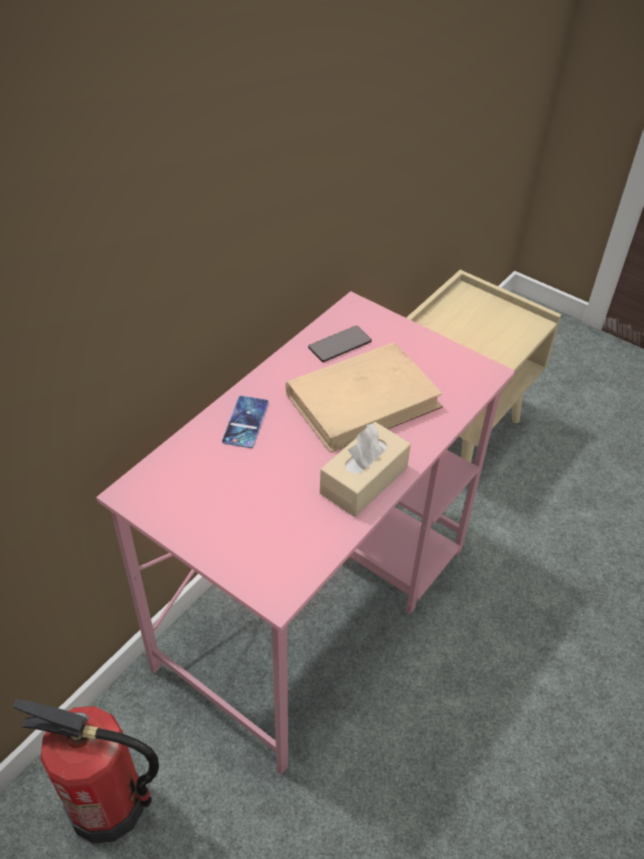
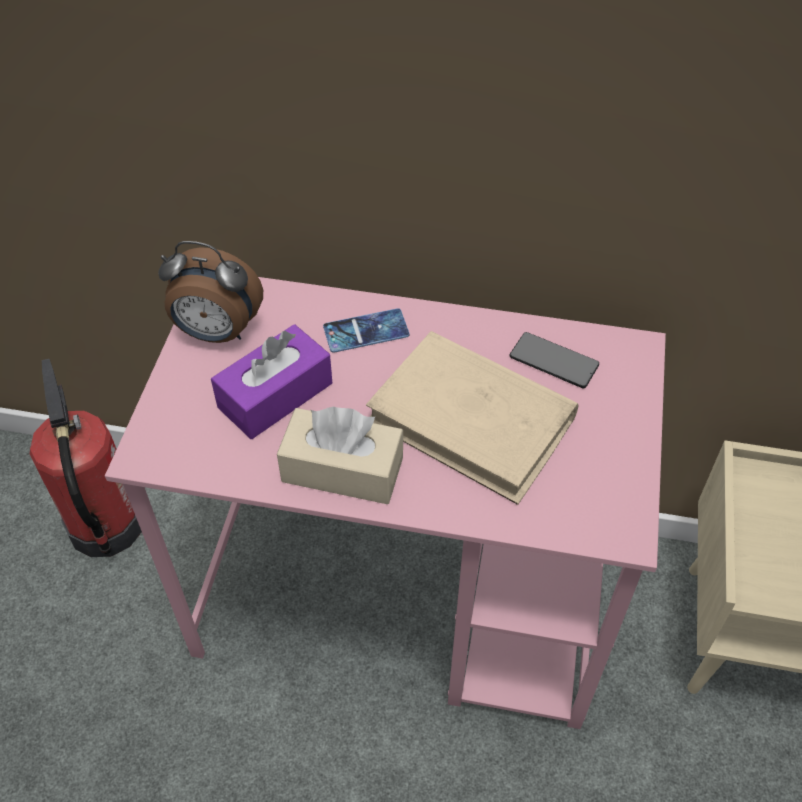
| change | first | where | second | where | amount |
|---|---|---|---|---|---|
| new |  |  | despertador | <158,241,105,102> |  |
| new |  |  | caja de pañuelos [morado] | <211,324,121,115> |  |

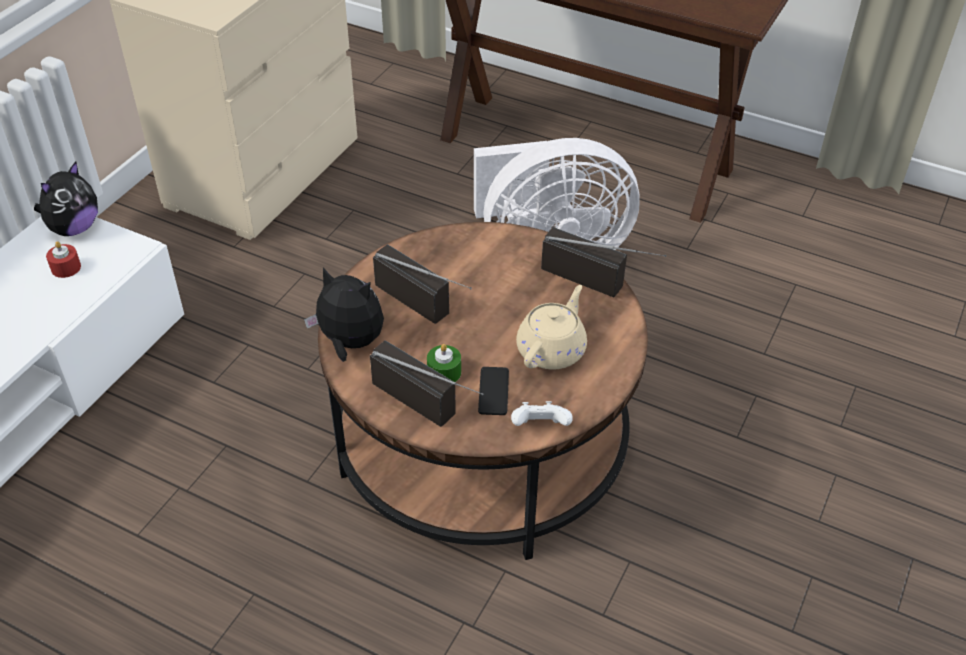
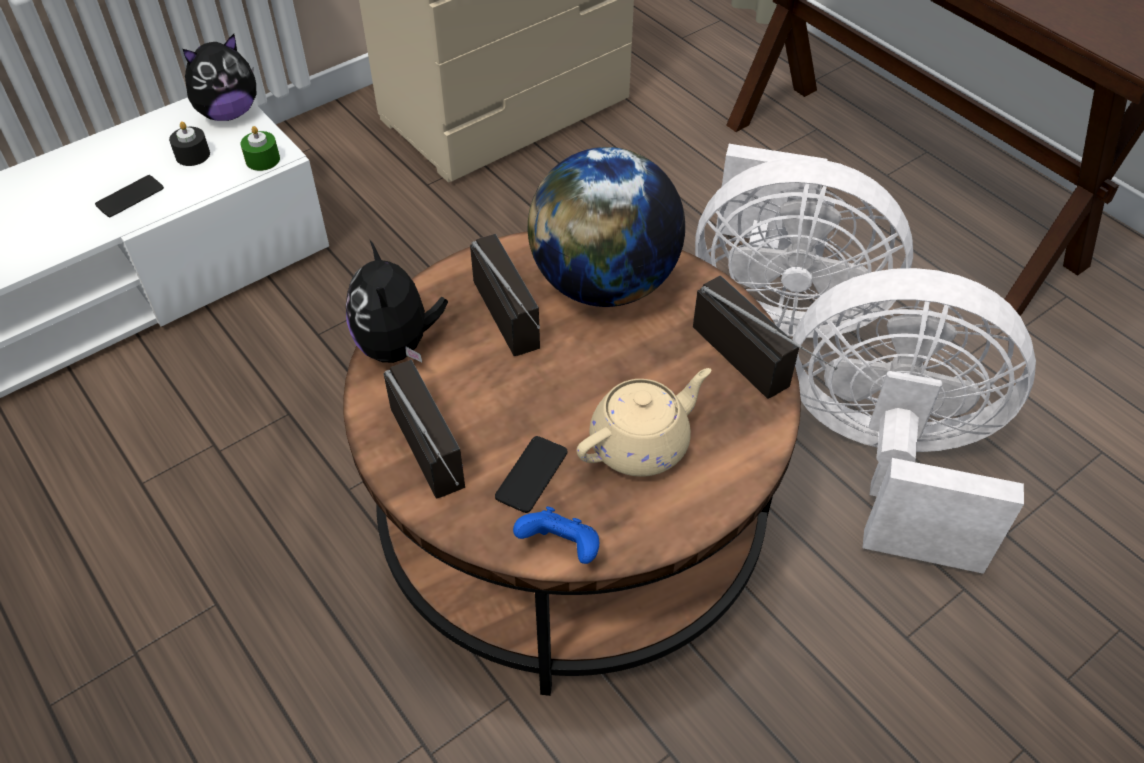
| change | first | where | second | where | amount |
|---|---|---|---|---|---|
| new |  |  | móvil | <95,175,69,42> |  |
| repainted | vela [rojo] | <46,241,35,37> | vela [negro] | <169,121,41,45> |  |
| shifted | vela [verde] | <427,344,34,38> |  | <240,126,40,45> |  |
| rotated | peluche | <304,267,80,95> |  | <346,239,102,124> | 150 degrees counterclockwise |
| repainted | mando de consola [blanco] | <511,401,62,25> | mando de consola [azul] | <513,507,86,57> |  |
| new |  |  | globo terráqueo | <528,147,157,160> |  |
| new |  |  | ventilador [blanco] | <792,268,244,306> |  |

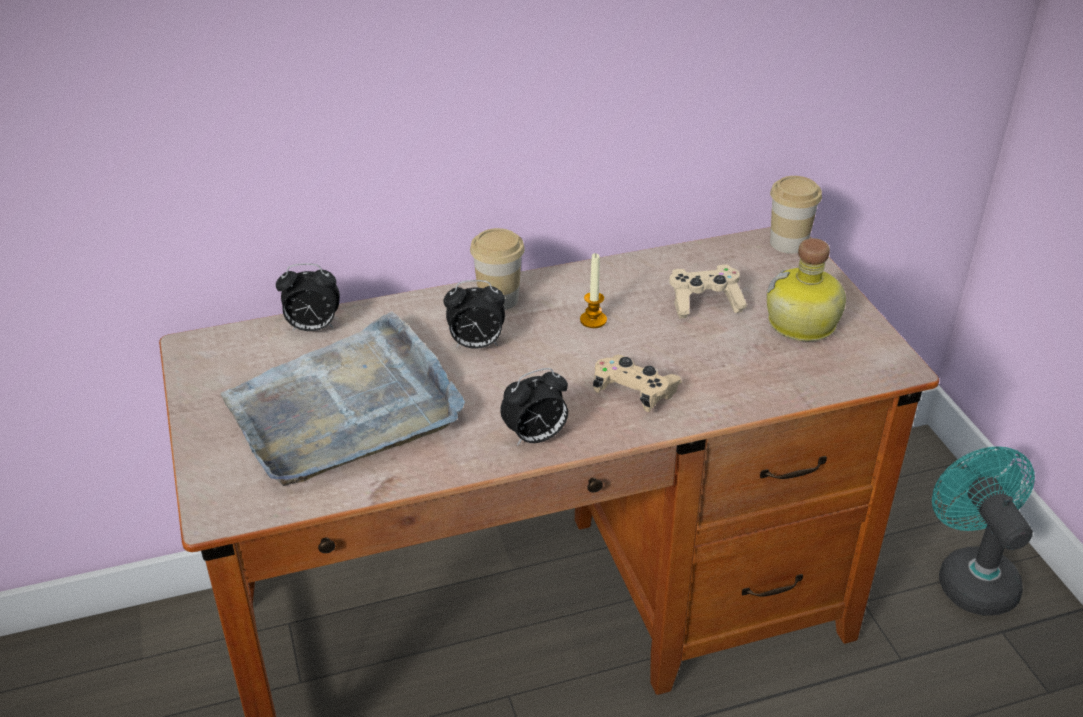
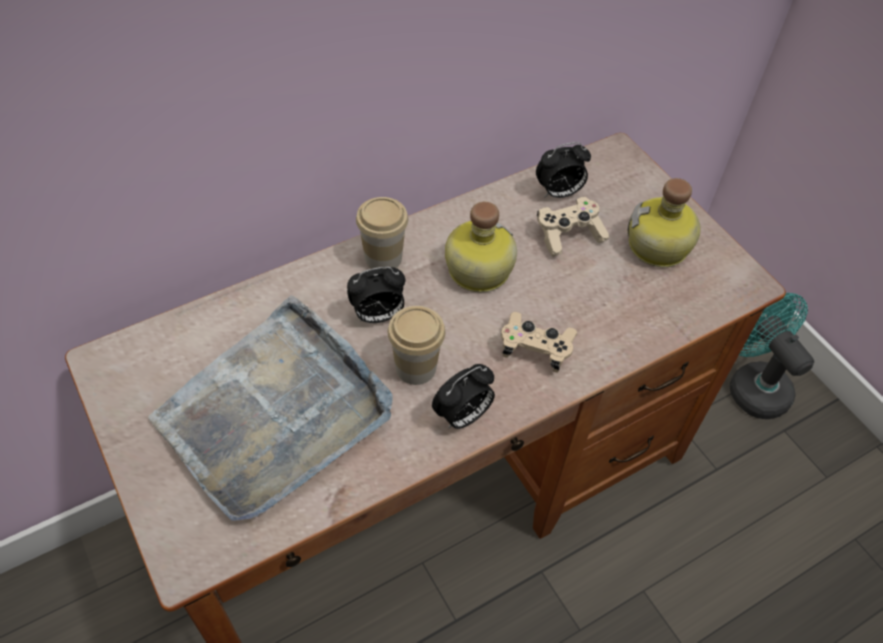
| change | first | where | second | where | amount |
|---|---|---|---|---|---|
| shifted | taza | <770,176,52,78> |  | <388,306,57,79> |  |
| swapped | vela | <580,253,27,75> | botella | <445,202,72,90> |  |
| shifted | despertador | <276,263,64,68> |  | <536,142,55,56> |  |

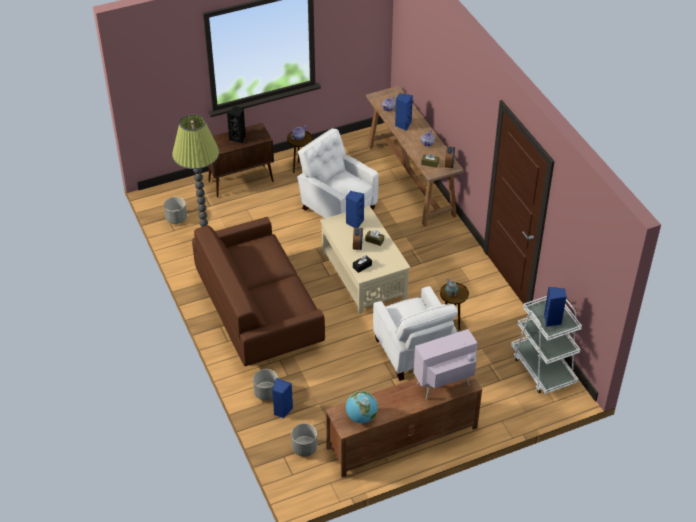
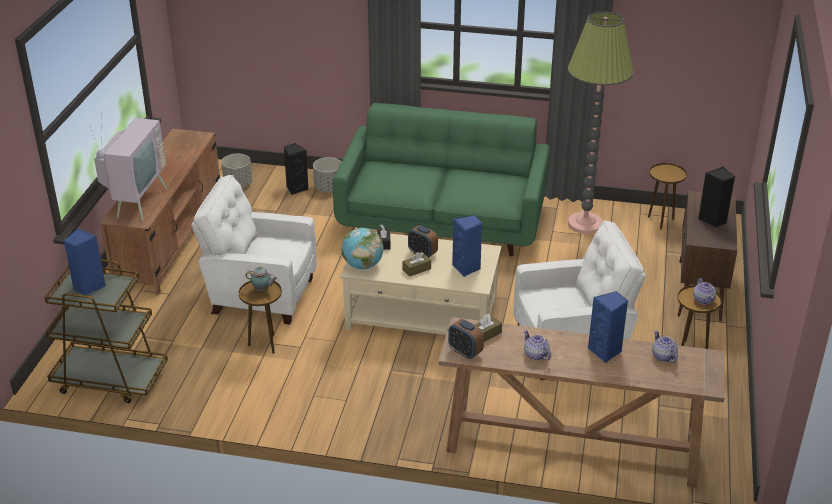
| change | first | where | second | where | amount |
|---|---|---|---|---|---|
| repainted | carrito [blanco] | <511,296,71,98> | carrito [marrón] | <44,259,124,144> |  |
| repainted | altavoz [azul] | <272,378,21,40> | altavoz [negro] | <284,143,24,52> |  |
| repainted | sofá [marrón] | <192,217,133,149> | sofá [verde] | <333,103,217,153> |  |
| shifted | globo terráqueo | <346,391,32,32> |  | <342,228,42,41> |  |
| swapped | maceta [gris] | <164,197,23,27> | mesa auxiliar [marrón] | <648,163,39,67> |  |

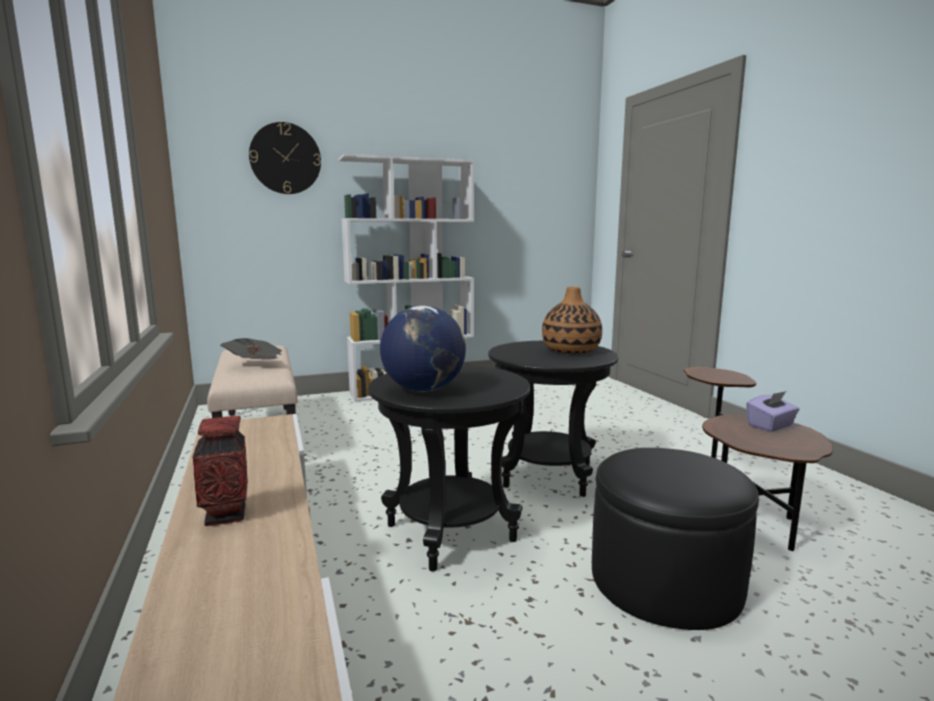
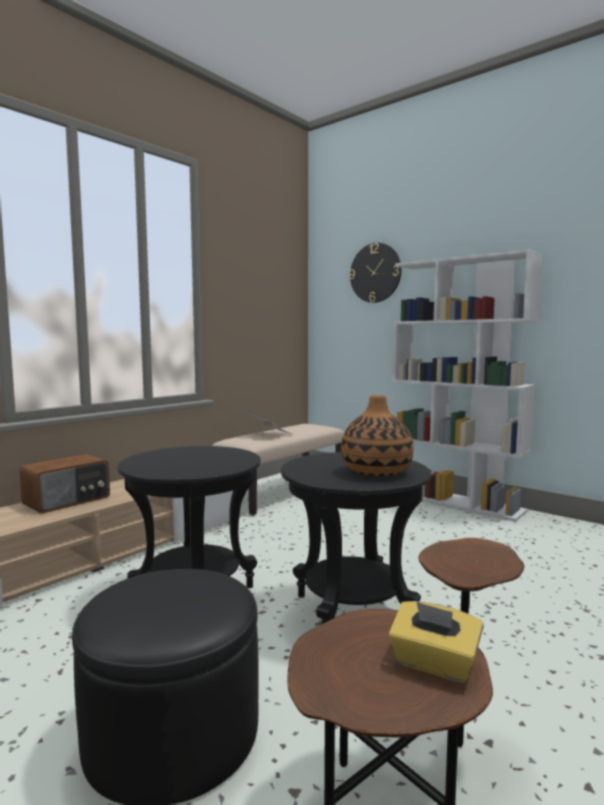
| change | first | where | second | where | amount |
|---|---|---|---|---|---|
| swapped | florero | <192,416,56,110> | radio | <19,454,91,59> |  |
| repainted | caja de pañuelos [morado] | <746,391,53,41> | caja de pañuelos [amarillo] | <389,601,95,82> |  |
| gone | globo terráqueo | <380,306,86,86> |  |  |  |

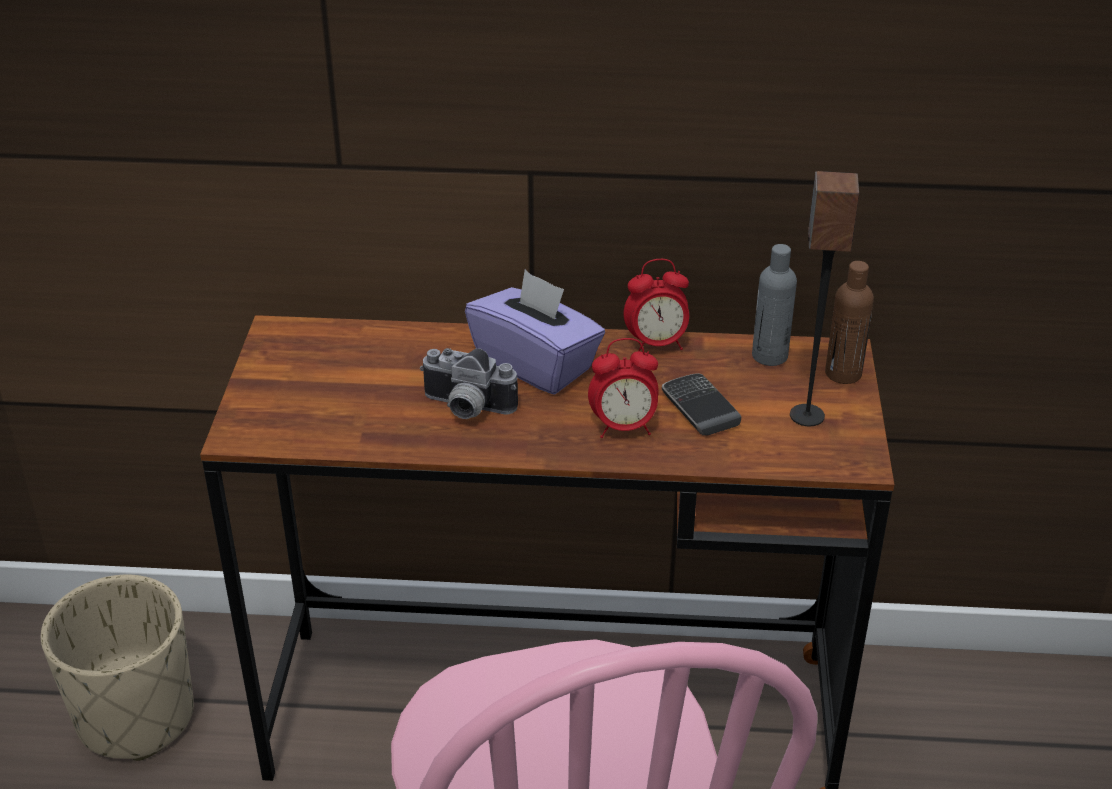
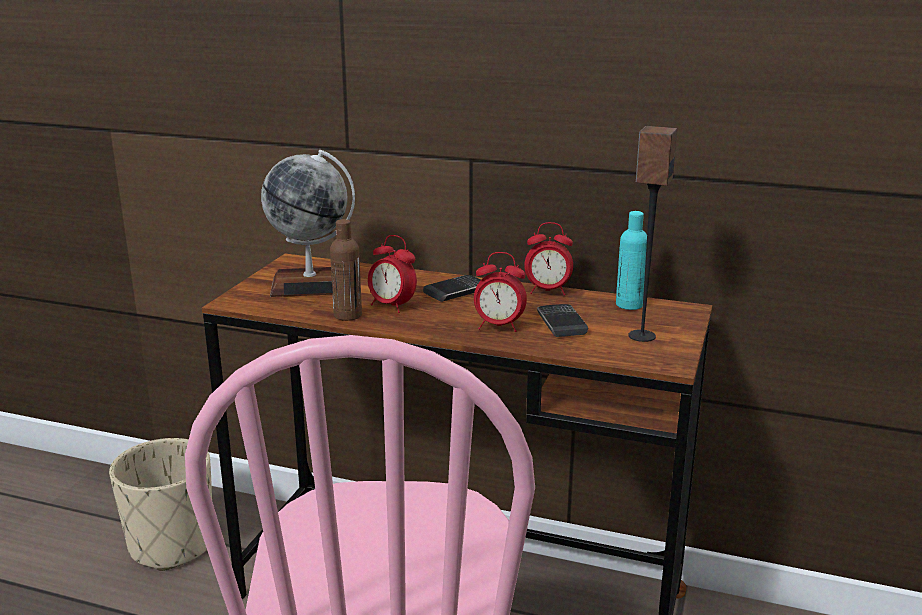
| change | first | where | second | where | amount |
|---|---|---|---|---|---|
| new |  |  | globo terráqueo | <261,150,94,147> |  |
| shifted | botella [marrón] | <825,261,49,123> |  | <330,219,32,102> |  |
| swapped | cámara | <420,348,98,71> | despertador | <368,235,49,78> |  |
| swapped | caja de pañuelos [morado] | <465,270,140,125> | móvil | <423,275,58,27> |  |
| repainted | botella [gris] | <752,244,45,122> | botella [turquesa] | <616,211,31,99> |  |

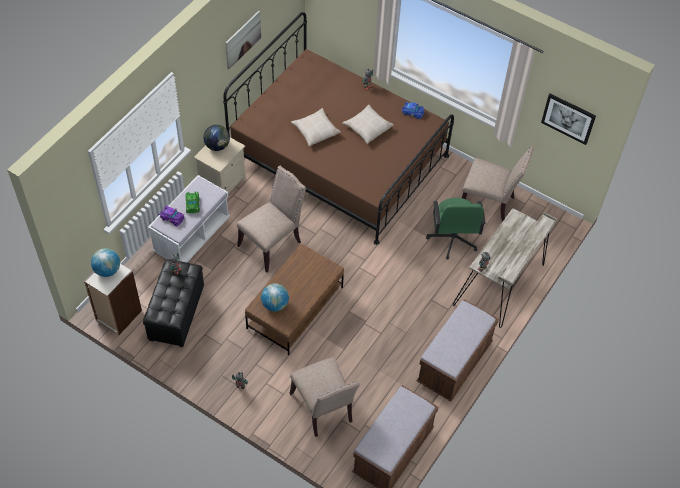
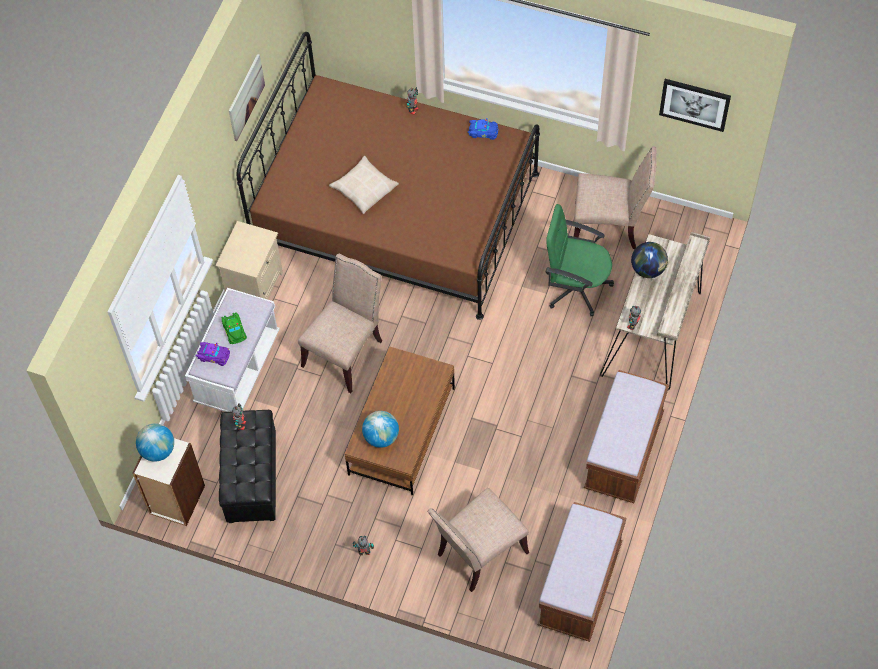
| change | first | where | second | where | amount |
|---|---|---|---|---|---|
| rotated | silla [beis] | <290,357,69,80> |  | <427,488,102,104> | 90 degrees clockwise |
| rotated | silla de oficina [verde] | <426,197,59,63> |  | <545,204,69,112> | 120 degrees clockwise |
| shifted | globo terráqueo | <203,125,27,26> |  | <631,242,37,36> |  |
| gone | cojín [beis] | <342,104,52,40> |  |  |  |

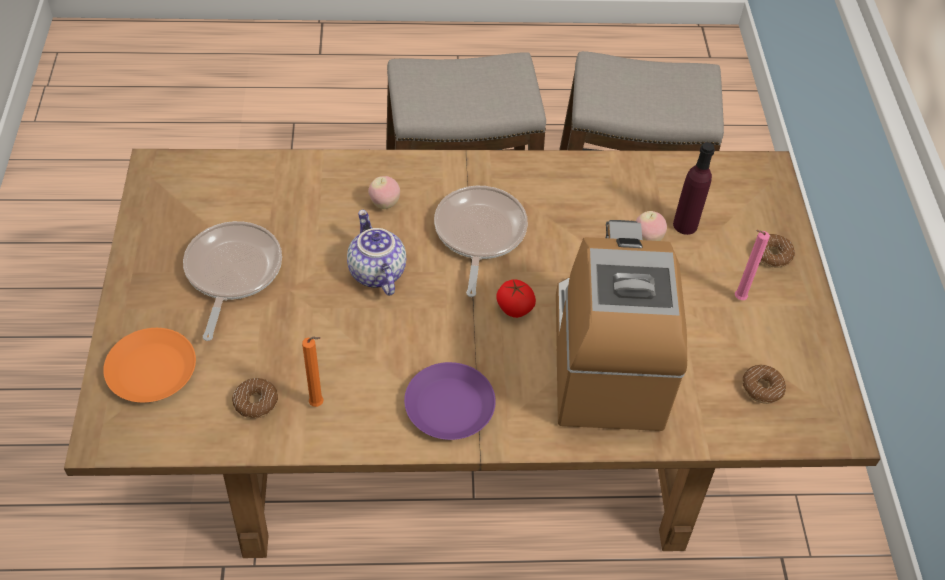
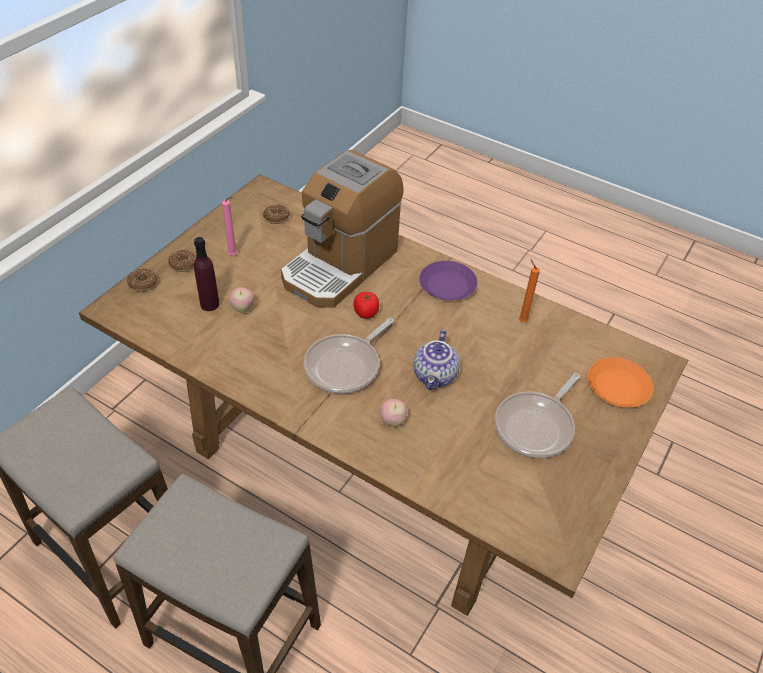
| change | first | where | second | where | amount |
|---|---|---|---|---|---|
| shifted | rosquilla | <232,378,46,41> |  | <127,269,30,23> |  |

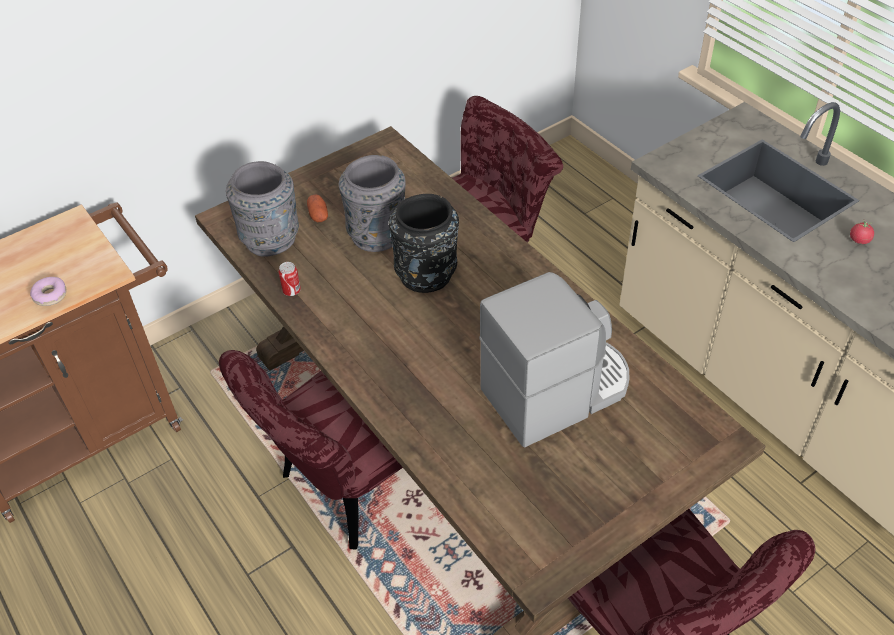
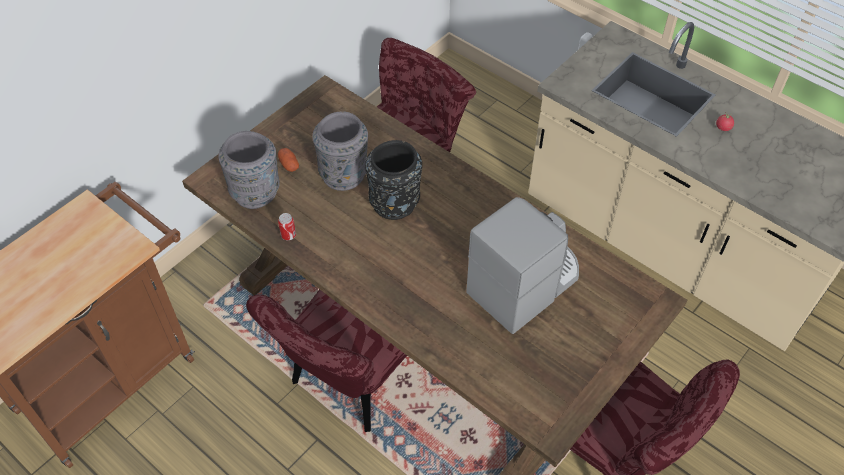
| change | first | where | second | where | amount |
|---|---|---|---|---|---|
| gone | rosquilla | <30,277,37,29> |  |  |  |

